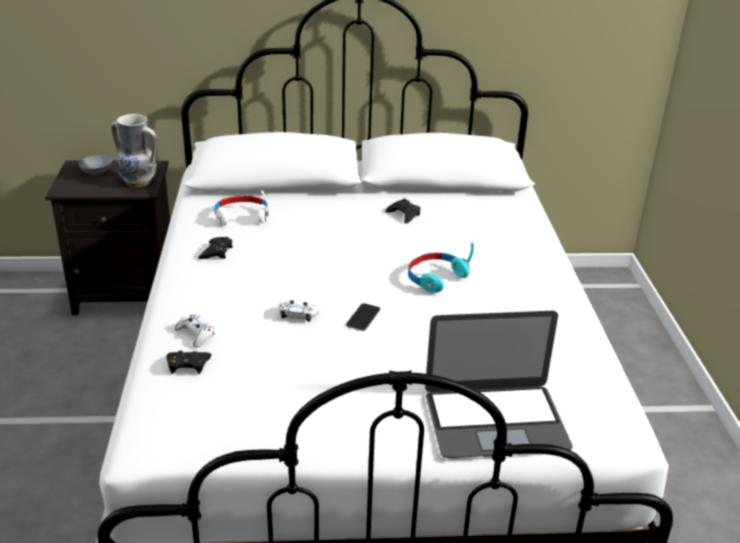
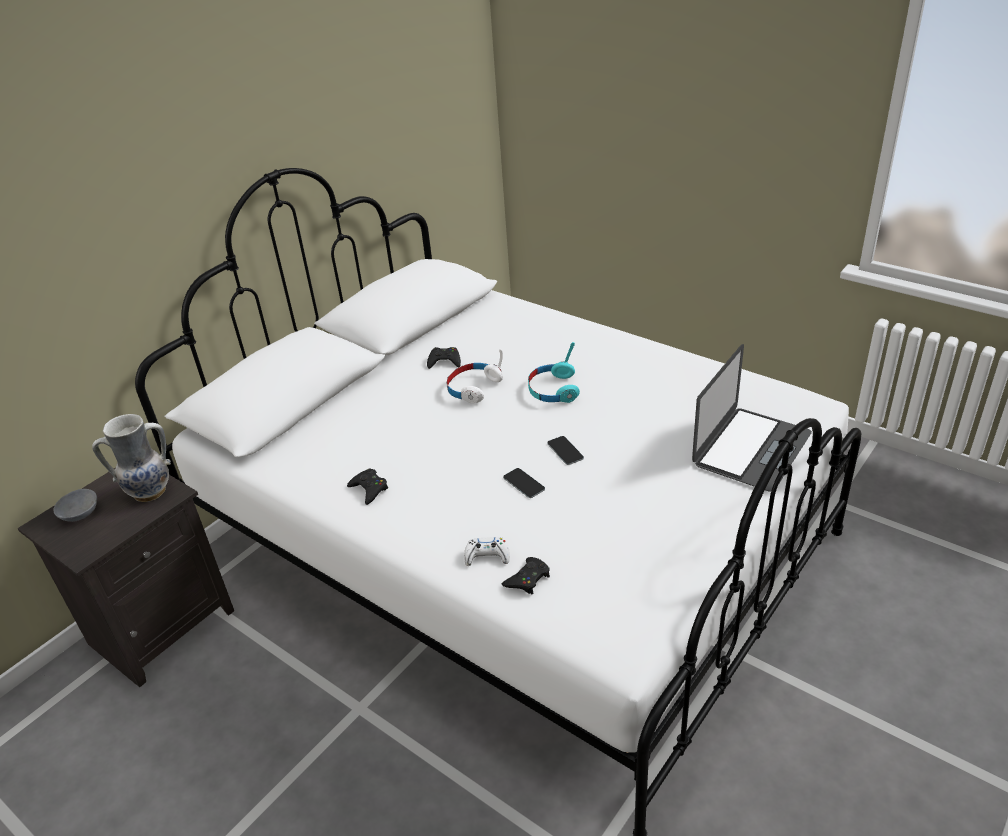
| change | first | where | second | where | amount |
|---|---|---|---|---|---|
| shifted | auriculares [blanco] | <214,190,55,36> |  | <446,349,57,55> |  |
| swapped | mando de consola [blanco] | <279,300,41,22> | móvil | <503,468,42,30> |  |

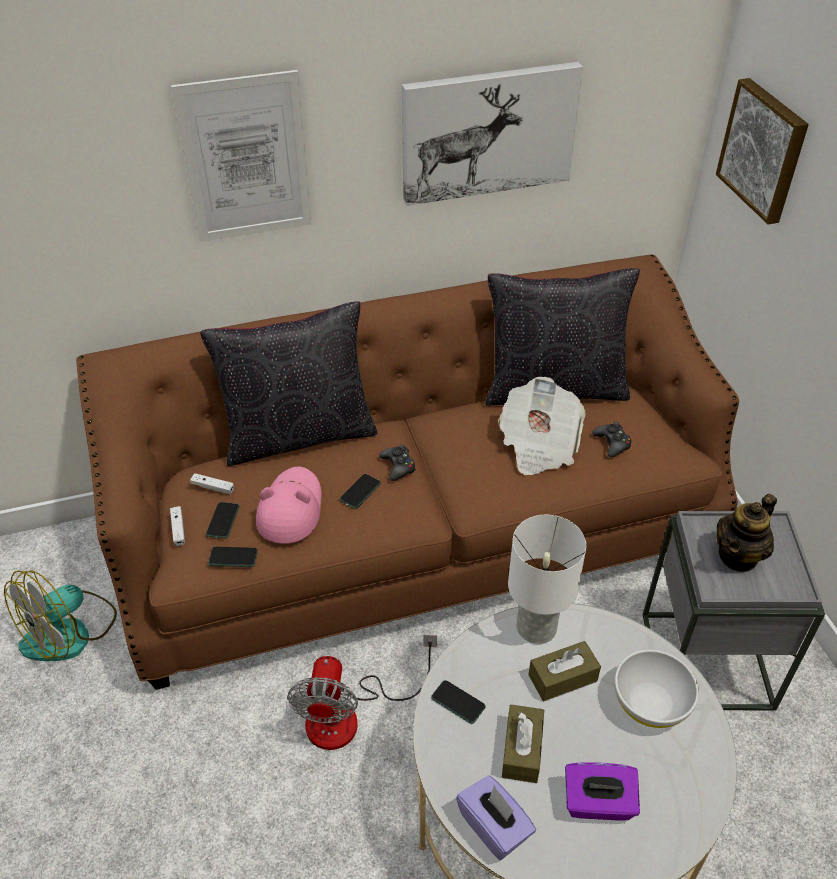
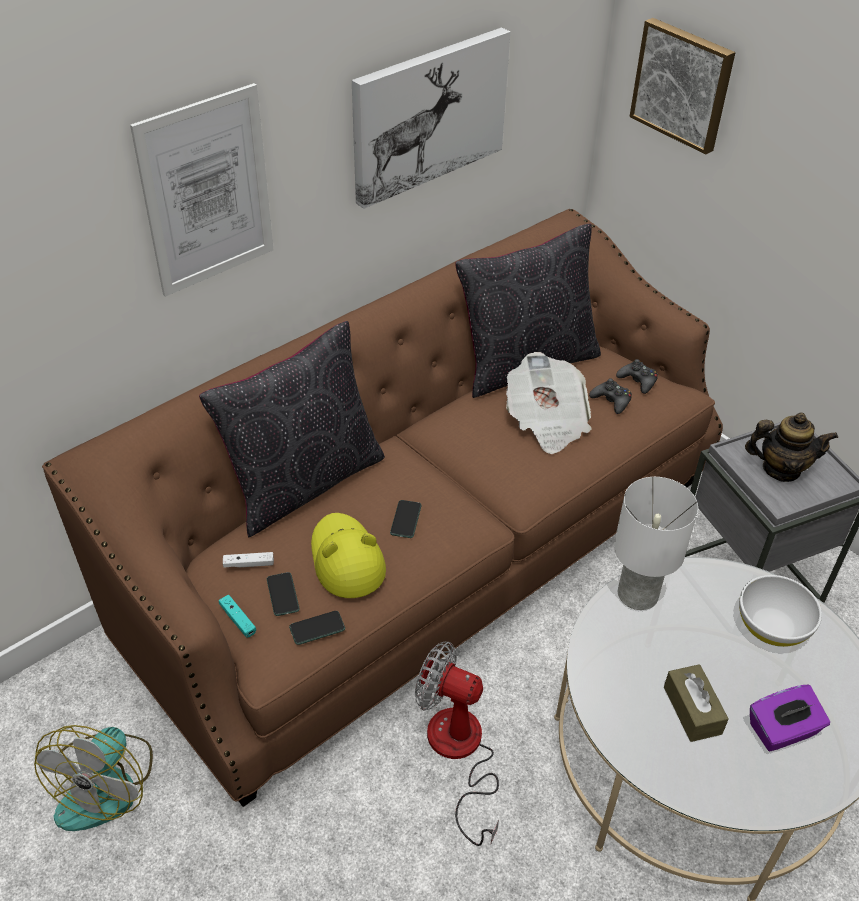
| change | first | where | second | where | amount |
|---|---|---|---|---|---|
| repainted | mando de consola [blanco] | <170,506,15,40> | mando de consola [turquesa] | <219,595,37,43> |  |
| repainted | sombrero [rosa] | <256,466,66,78> | sombrero [amarillo] | <311,513,75,85> |  |
| rotated | ventilador | <287,635,150,115> |  | <415,642,84,204> | 135 degrees clockwise |
| shifted | mando de consola [negro] | <379,444,37,37> |  | <616,359,42,35> |  |
| rotated | tetera | <716,494,61,79> |  | <745,413,93,69> | 105 degrees counterclockwise |
| gone | móvil | <431,680,55,44> |  |  |  |
| gone | caja de pañuelos [morado] | <456,775,80,85> |  |  |  |
| gone | caja de pañuelos [marrón] | <528,641,73,60> |  |  |  |

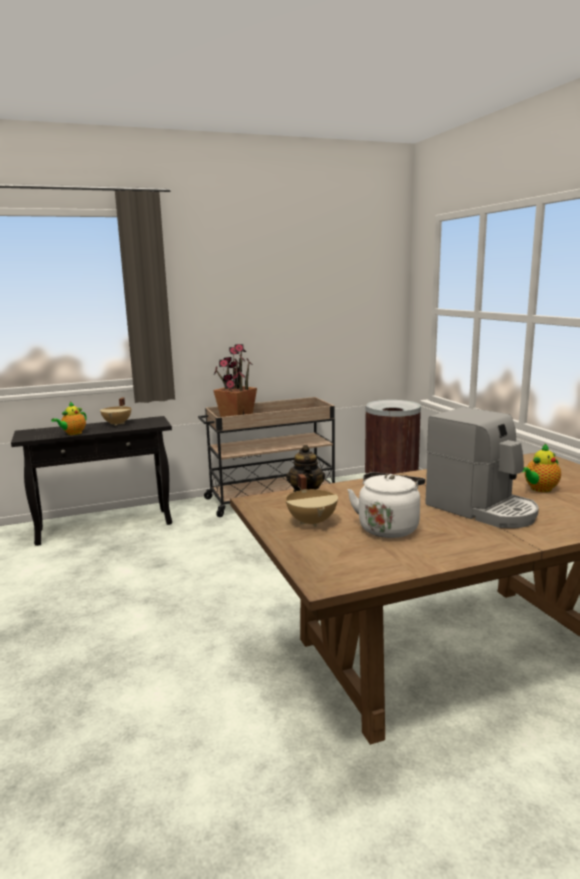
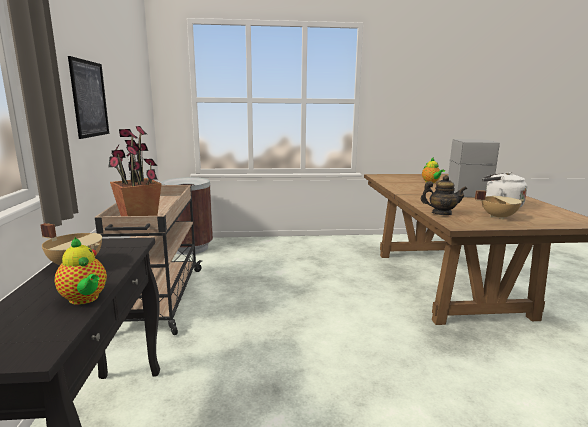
| change | first | where | second | where | amount |
|---|---|---|---|---|---|
| new |  |  | cuadro | <68,56,41,83> |  |
| rotated | cafetera | <425,407,114,121> |  | <448,139,52,59> | 60 degrees counterclockwise |

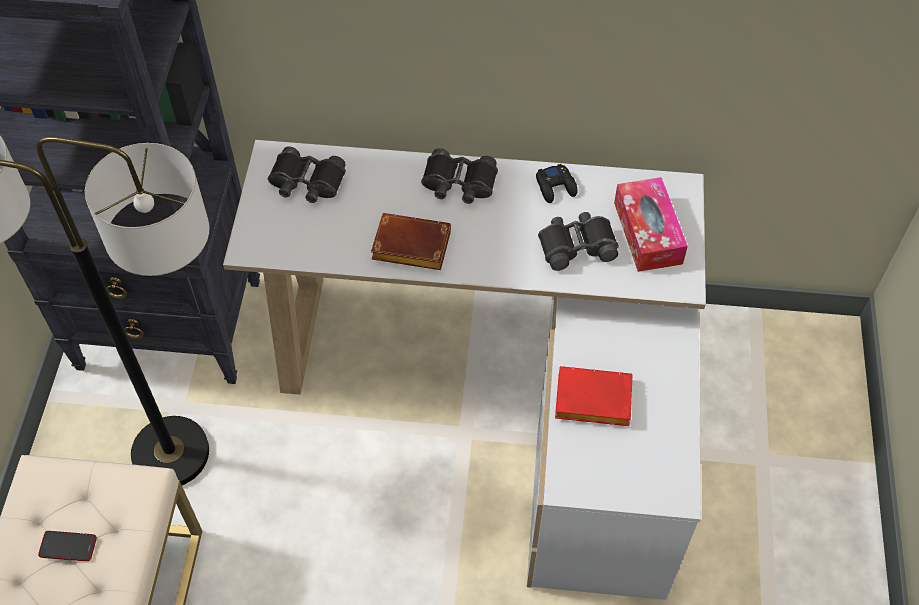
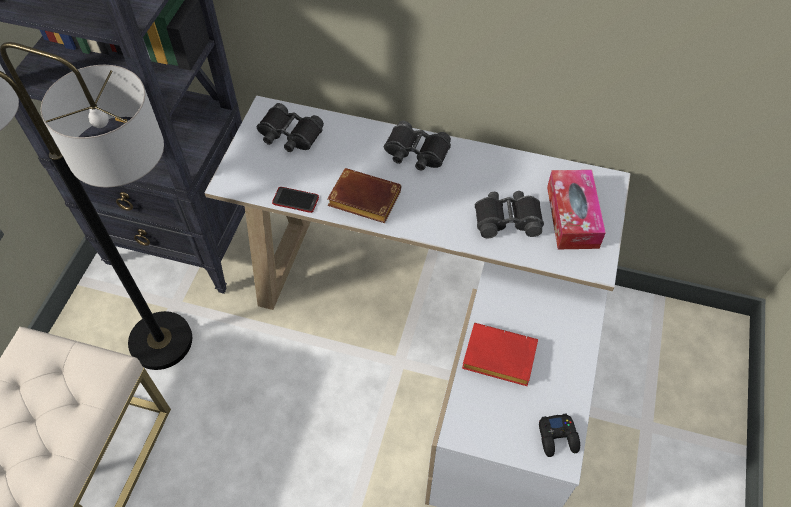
| change | first | where | second | where | amount |
|---|---|---|---|---|---|
| shifted | móvil | <38,531,59,30> |  | <272,187,47,26> |  |
| shifted | mando de consola [negro] | <536,164,42,39> |  | <539,413,41,44> |  |

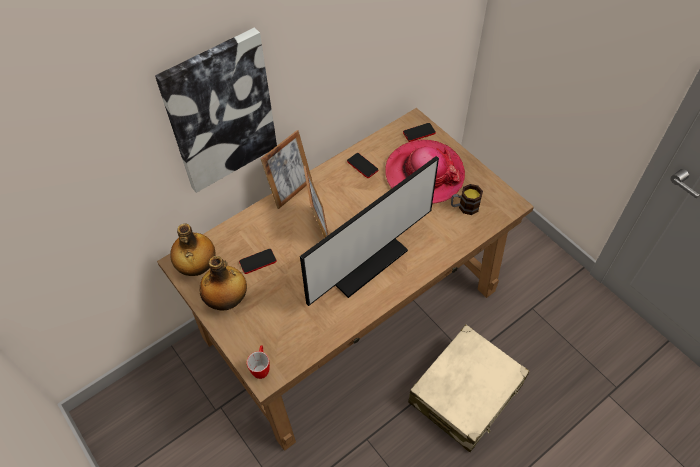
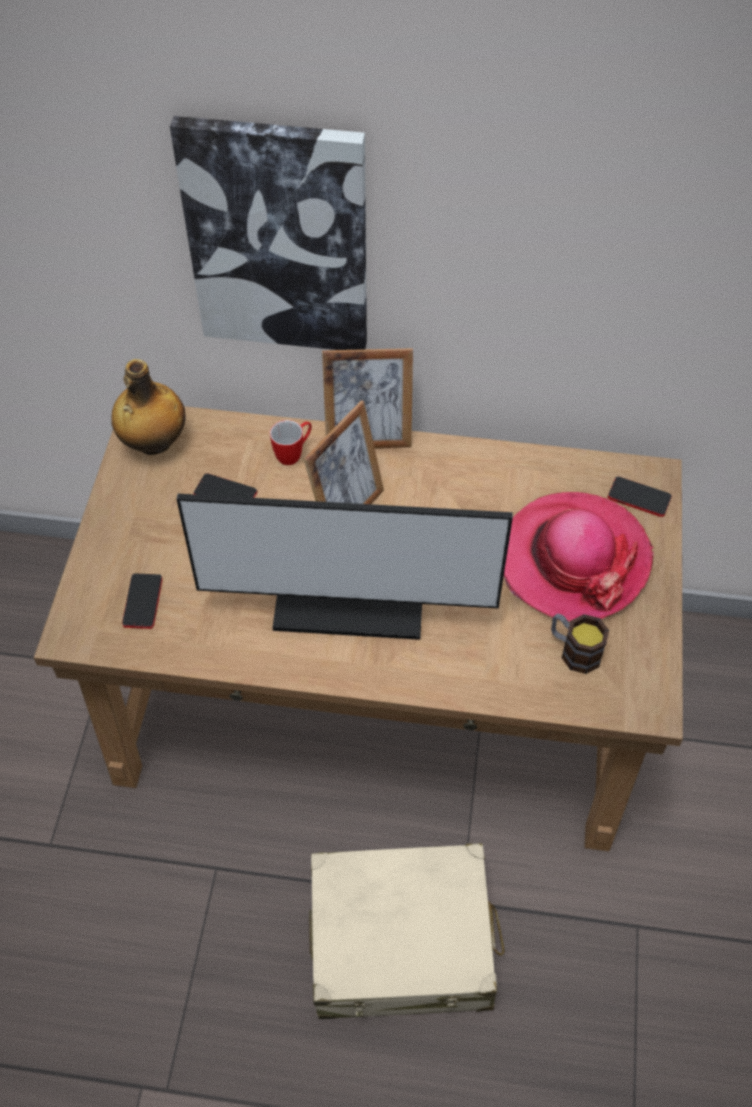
| change | first | where | second | where | amount |
|---|---|---|---|---|---|
| shifted | móvil | <347,153,32,25> |  | <122,573,40,56> |  |
| shifted | taza grande | <247,345,23,34> |  | <270,420,42,45> |  |
| gone | botella | <199,256,48,54> |  |  |  |

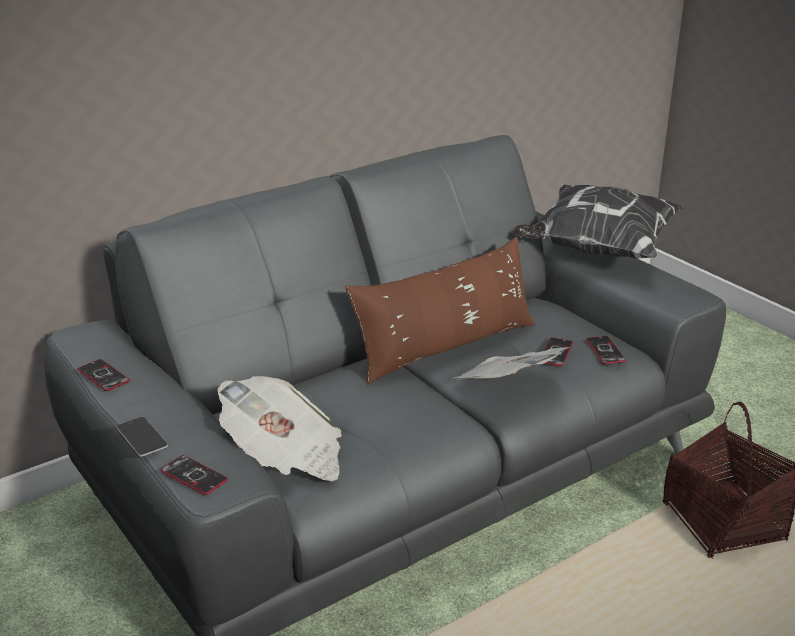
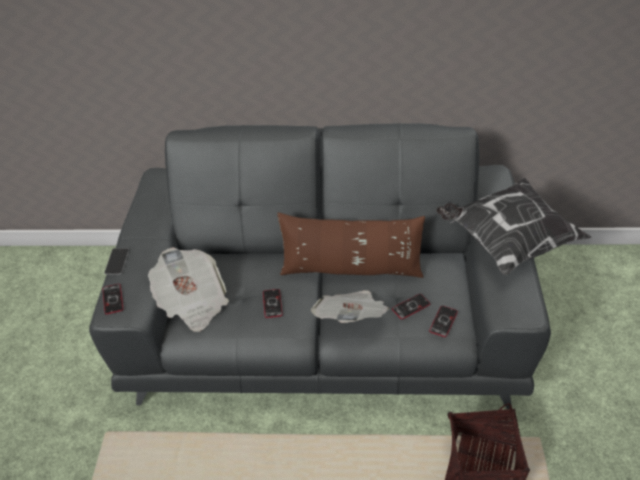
| change | first | where | second | where | amount |
|---|---|---|---|---|---|
| shifted | móvil | <78,359,52,32> |  | <263,289,20,29> |  |

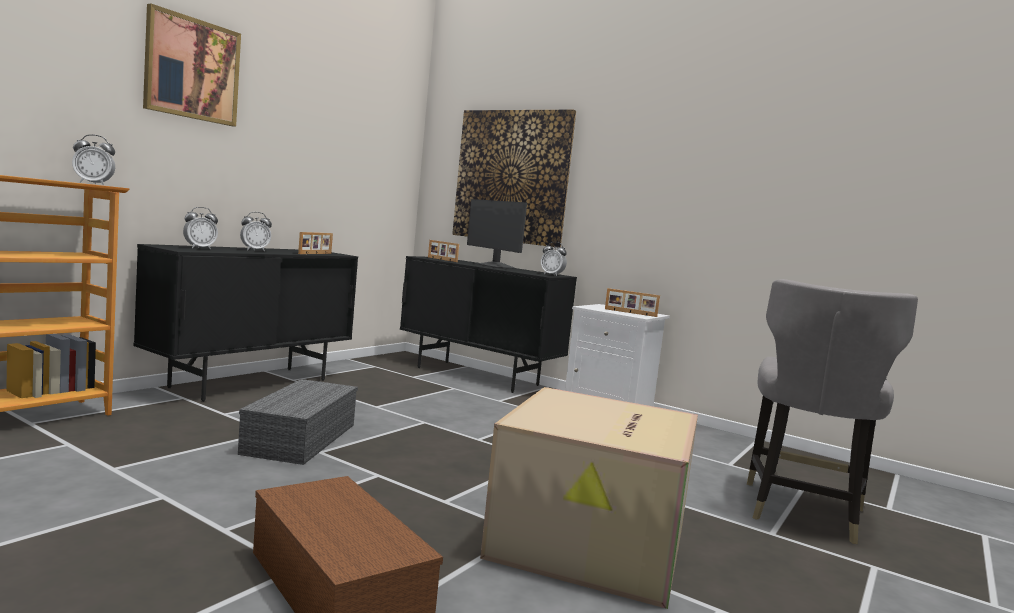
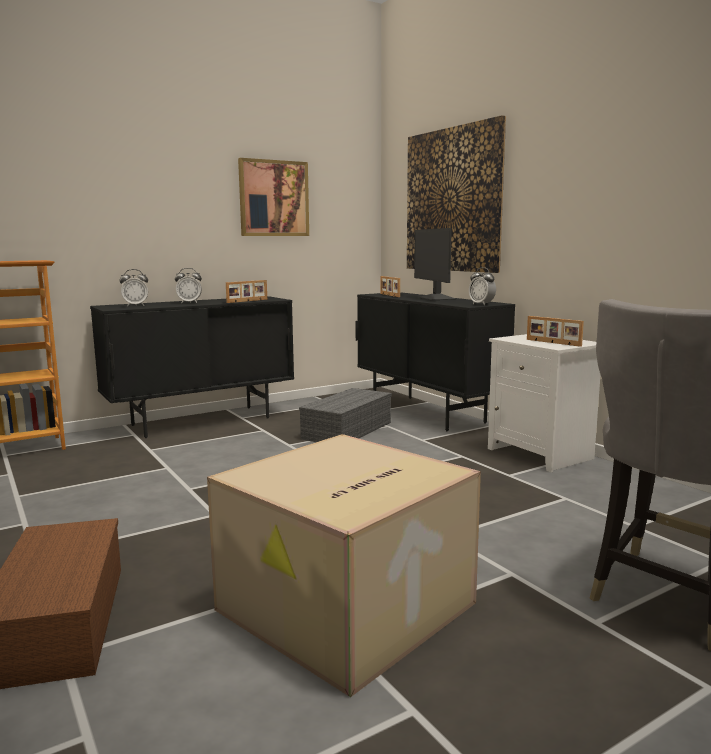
| change | first | where | second | where | amount |
|---|---|---|---|---|---|
| shifted | cuadro | <143,4,98,122> |  | <238,158,71,78> |  |
| shifted | caja de almacenaje [gris] | <238,379,120,86> |  | <299,388,93,54> |  |
| gone | despertador | <72,134,43,51> |  |  |  |

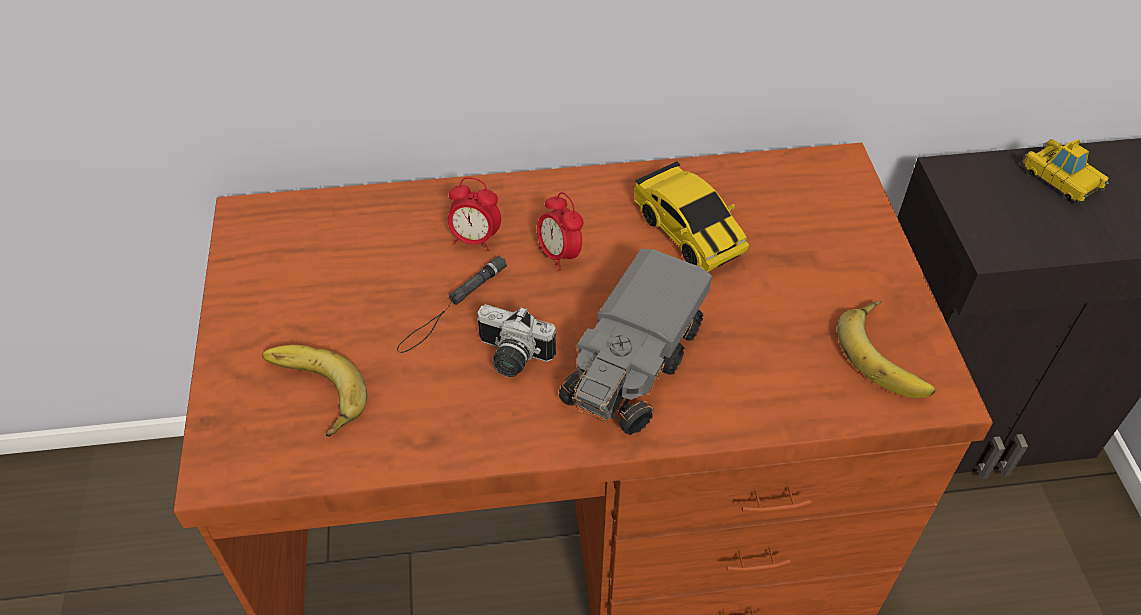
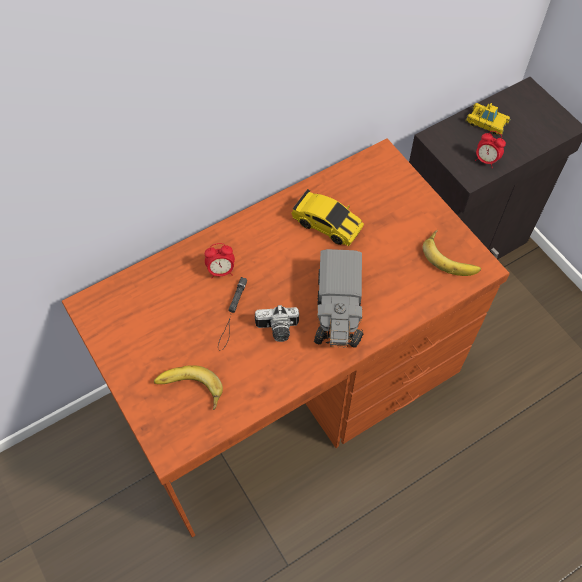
| change | first | where | second | where | amount |
|---|---|---|---|---|---|
| shifted | despertador | <537,192,46,78> |  | <475,131,31,37> |  |

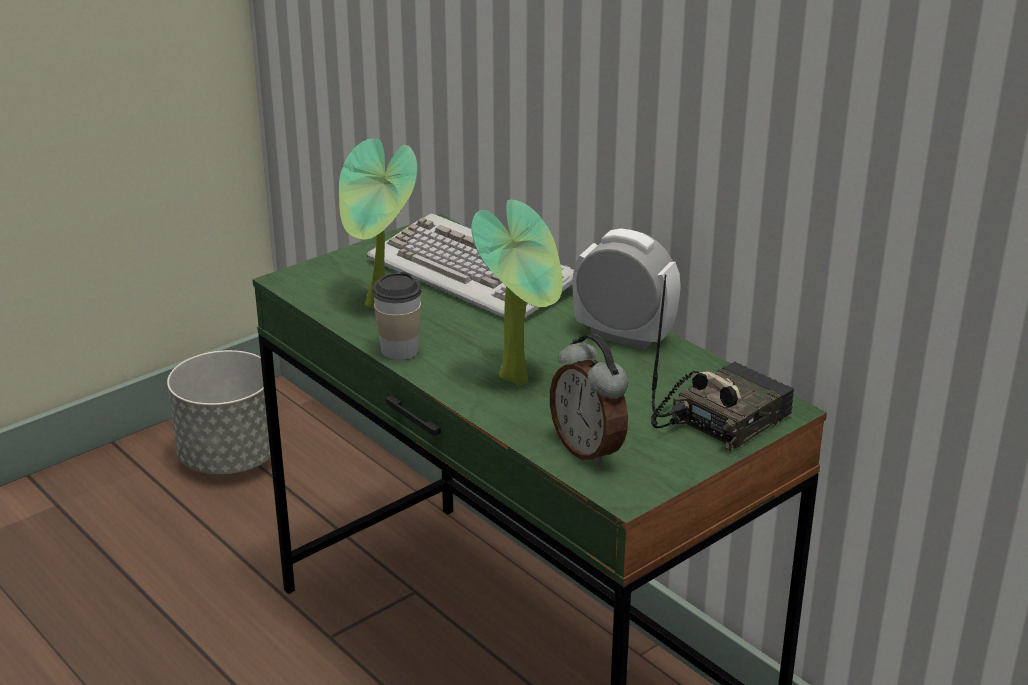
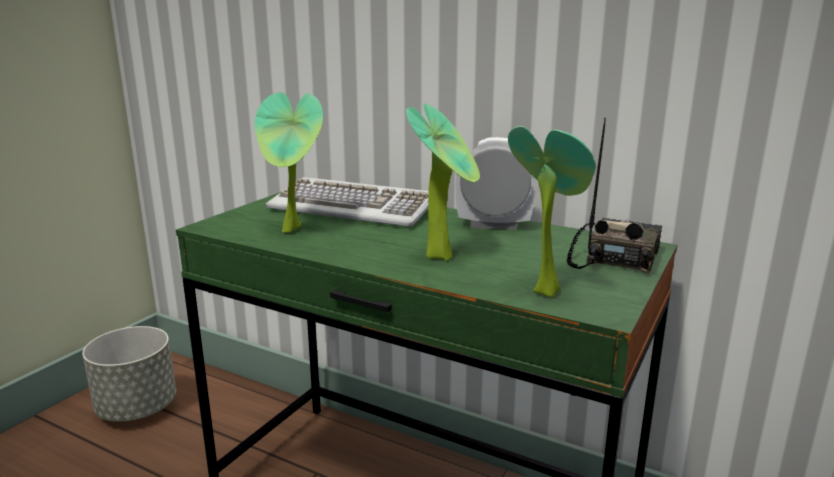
| change | first | where | second | where | amount |
|---|---|---|---|---|---|
| swapped | despertador | <550,334,78,133> | planta en maceta | <508,126,88,171> |  |
| gone | taza | <372,272,50,88> |  |  |  |

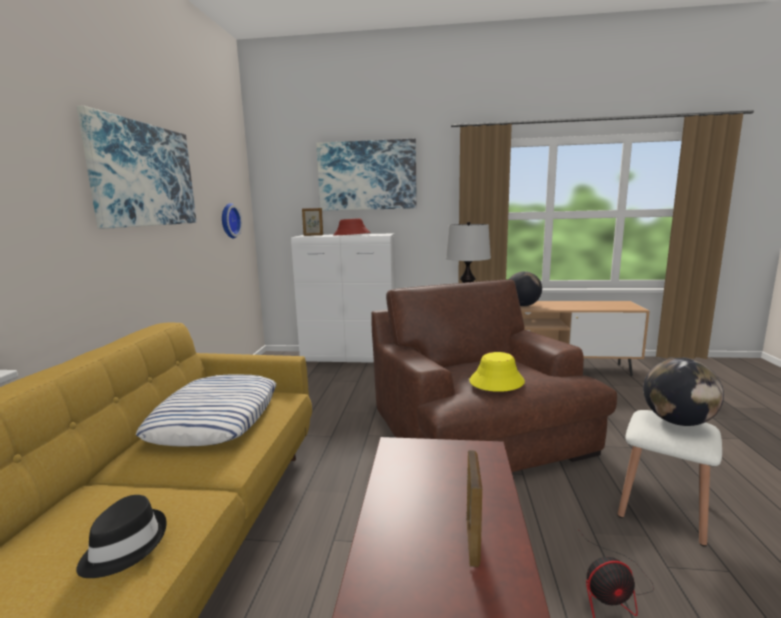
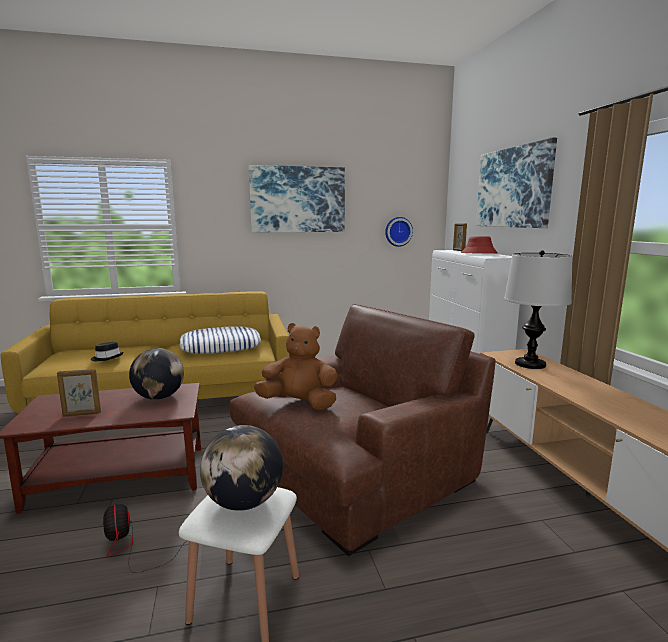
| change | first | where | second | where | amount |
|---|---|---|---|---|---|
| shifted | globo terráqueo | <509,271,33,35> |  | <129,348,55,52> |  |
| swapped | sombrero [amarillo] | <469,352,56,40> | peluche [marrón] | <254,323,84,87> |  |

